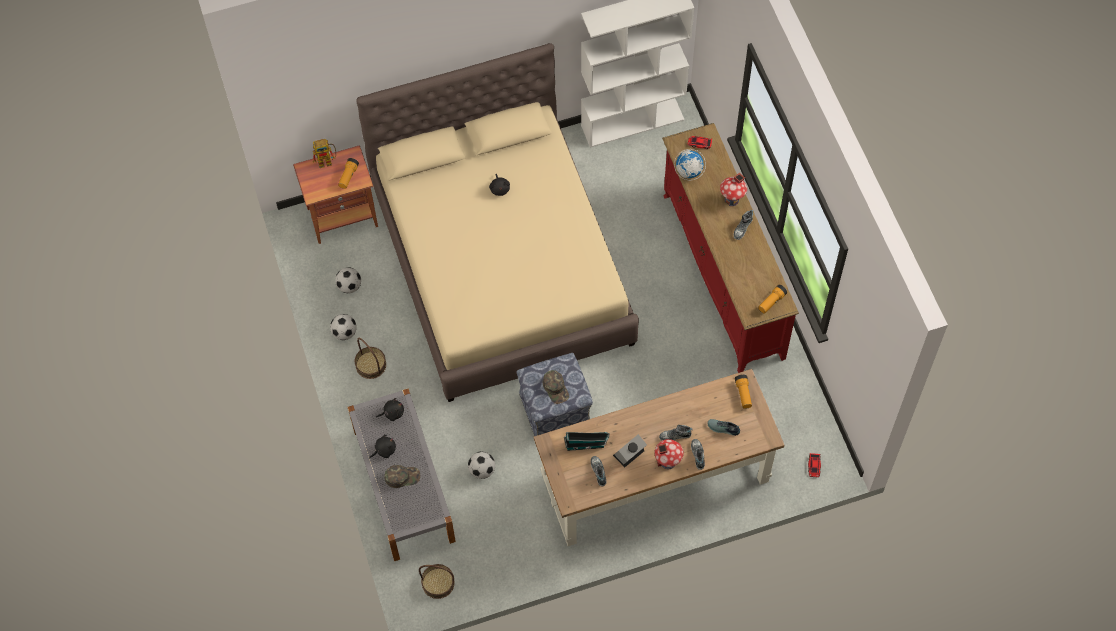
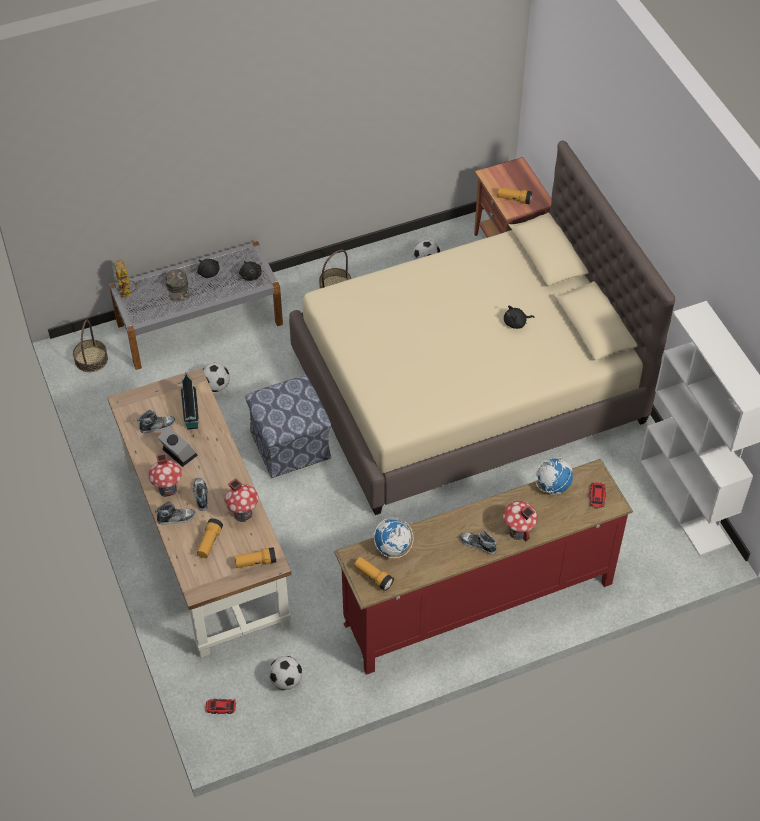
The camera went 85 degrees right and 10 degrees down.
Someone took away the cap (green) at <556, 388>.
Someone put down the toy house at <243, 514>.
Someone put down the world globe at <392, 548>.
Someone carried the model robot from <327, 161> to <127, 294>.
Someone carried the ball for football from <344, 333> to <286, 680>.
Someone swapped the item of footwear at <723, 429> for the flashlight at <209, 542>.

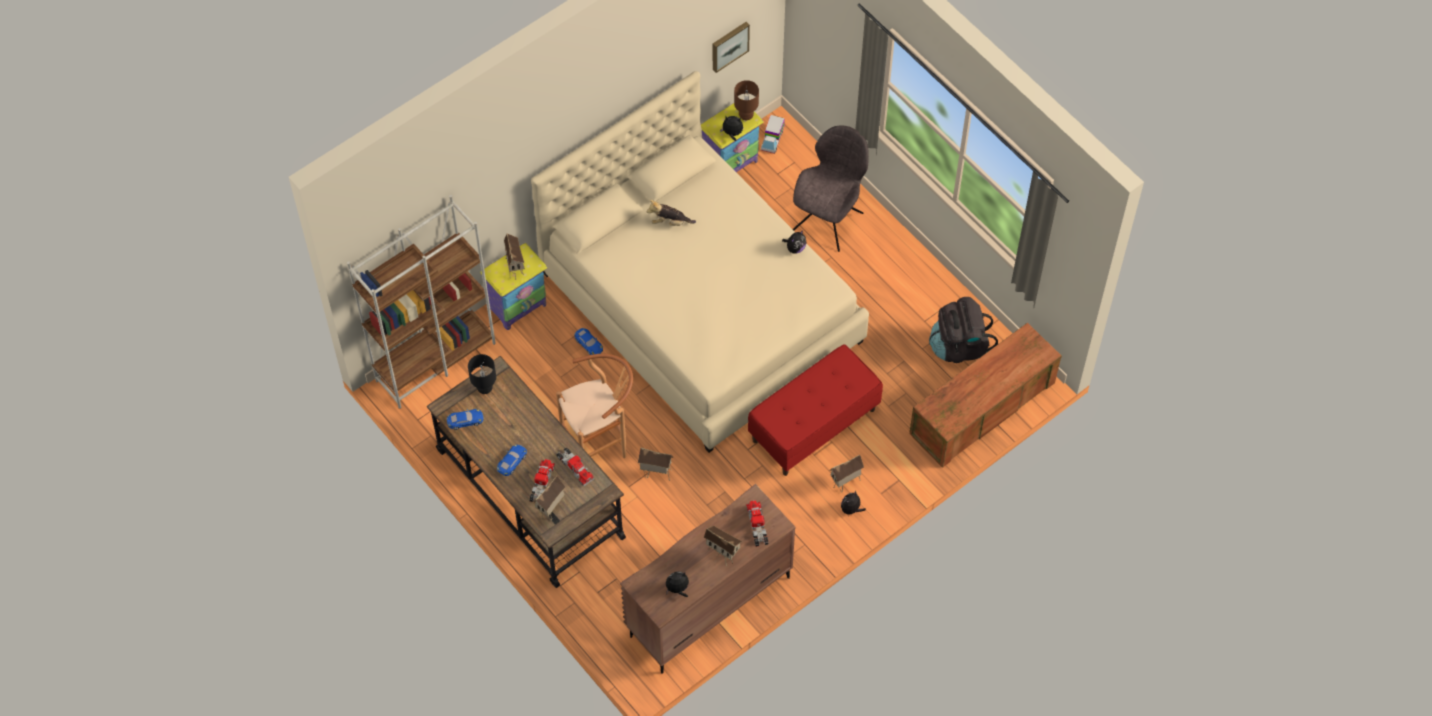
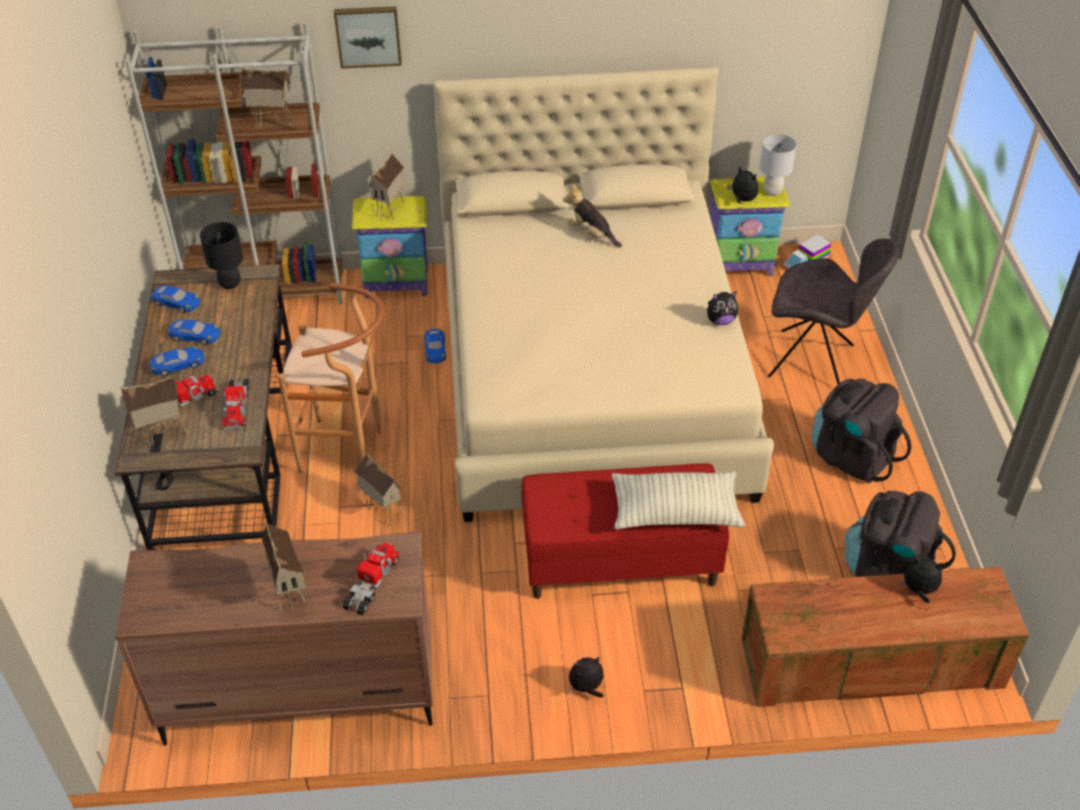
The camera went 35 degrees right and 15 degrees down.
Someone put down the model car (blue) at <195, 335>.
Someone put down the throw pillow at <675, 512>.
Someone put down the rucksack (black) at <852, 456>.
Someone carried the cuddly toy from <677, 589> to <918, 590>.
Someone carried the wall art from <729, 45> to <368, 35>.
Someone carried the toy house from <846, 484> to <272, 124>.
Someone repainted the lamp for a table (brown-coloured) at <745, 116>, which became the lamp for a table (grey) at <771, 191>.
Someone rotated the upright chair (grey) at <829, 219> by 45 degrees clockwise.

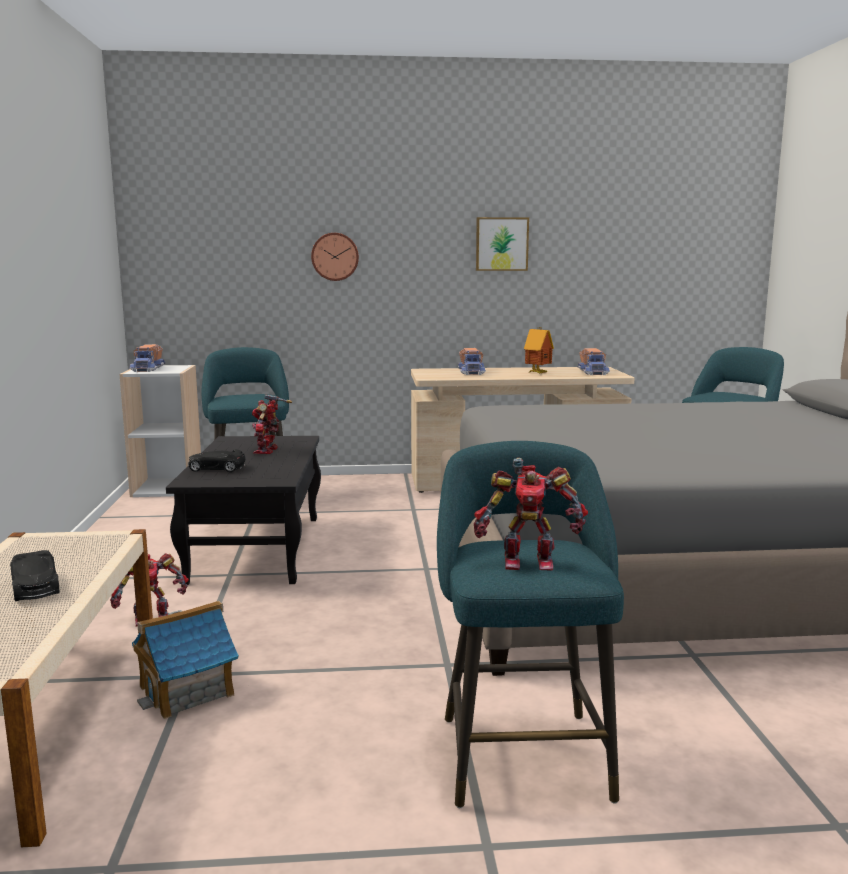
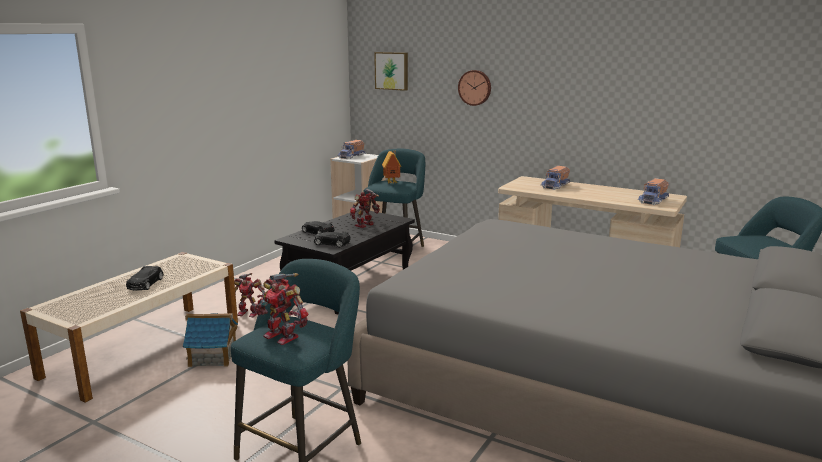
The camera went 35 degrees right and 5 degrees up.
Someone put down the model car (black) at <331, 243>.
Someone carried the wall art from <501, 244> to <392, 71>.
Someone carried the toy house from <538, 373> to <392, 183>.

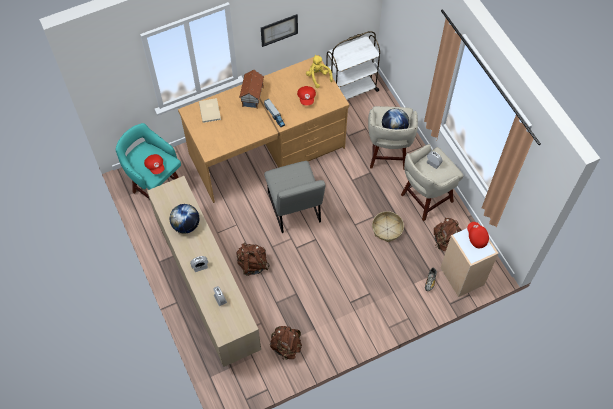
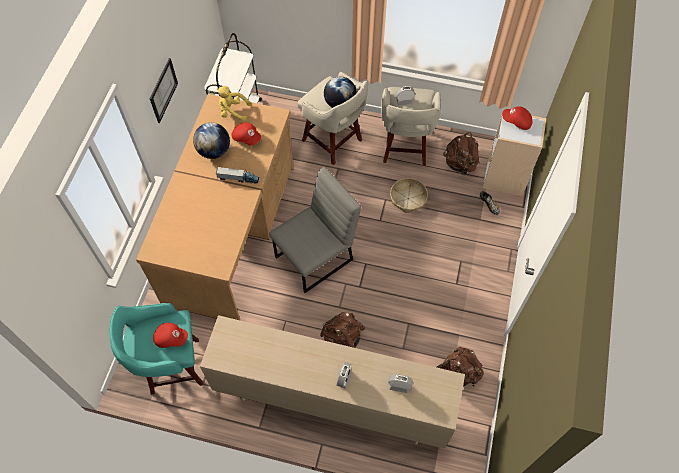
The camera went 50 degrees left and 0 degrees up.
Someone took away the book (beige) at <210, 110>.
Someone took away the toy house at <253, 97>.
Someone carried the world globe from <186, 225> to <214, 151>.
Someone rotated the upright chair (grey) at <294, 208> by 60 degrees counterclockwise.

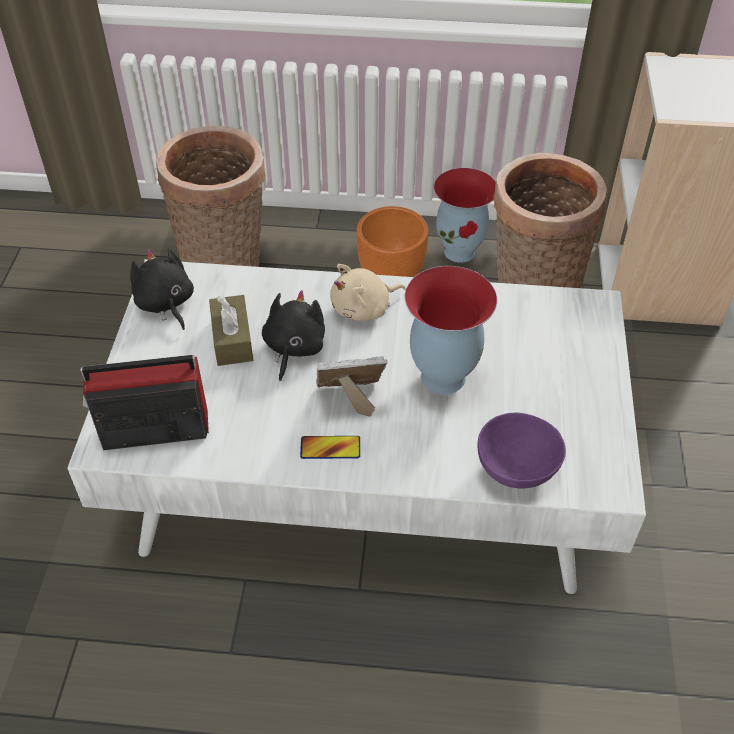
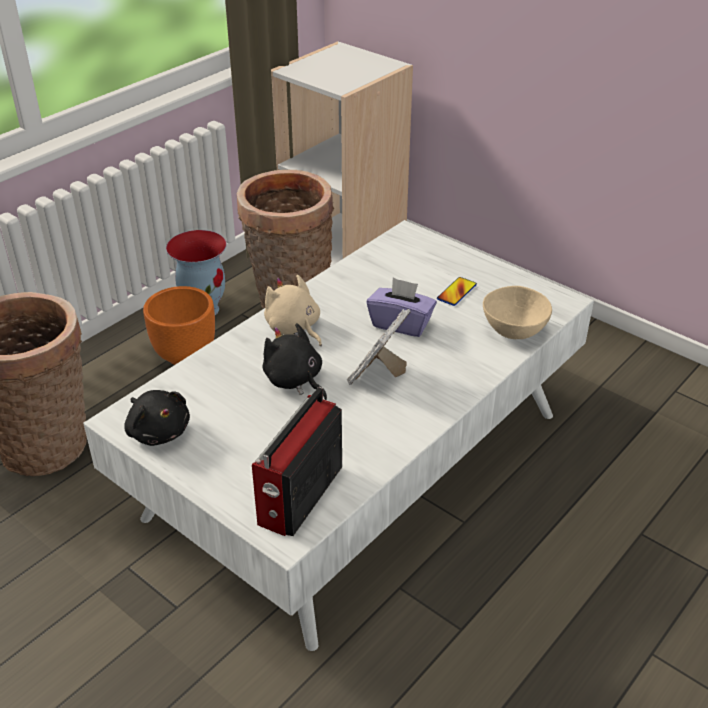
The camera went 55 degrees left and 10 degrees down.
Someone took away the tissue box (brown-coloured) at <232, 339>.
Someone carried the handset from <330, 448> to <456, 292>.
Someone swapped the flower vase at <441, 376> for the tissue box (purplish) at <401, 324>.
Someone repainted the bowl (purplish) at <514, 469>, which became the bowl (beige) at <513, 331>.
Someone rotated the cuddly toy (black) at <165, 304> by 135 degrees counterclockwise.
Someone rotated the cuddly toy (beige) at <364, 308> by 135 degrees clockwise.

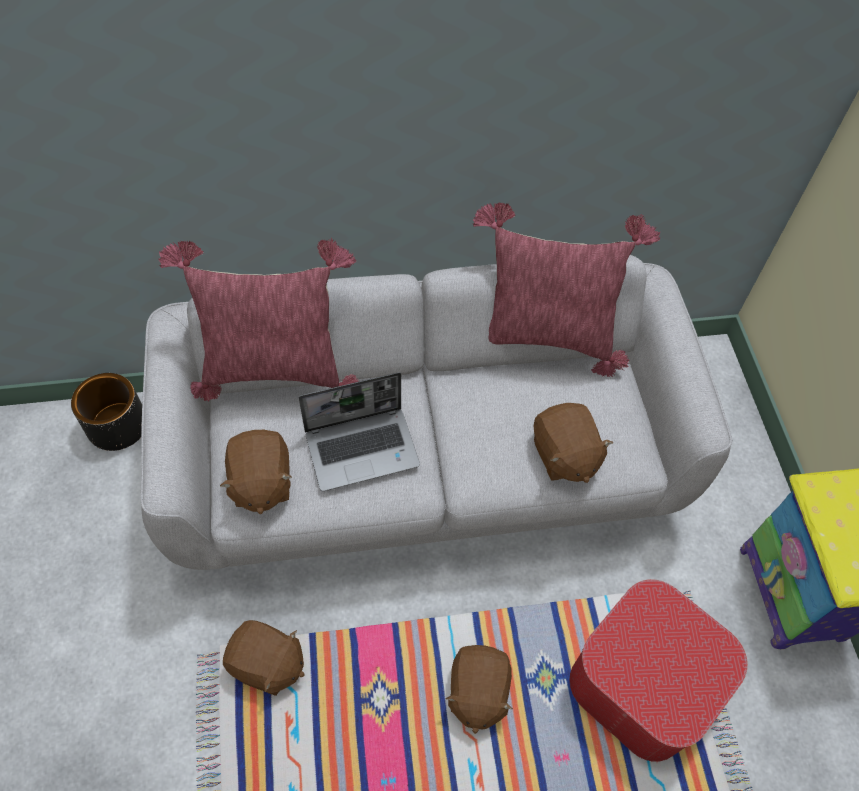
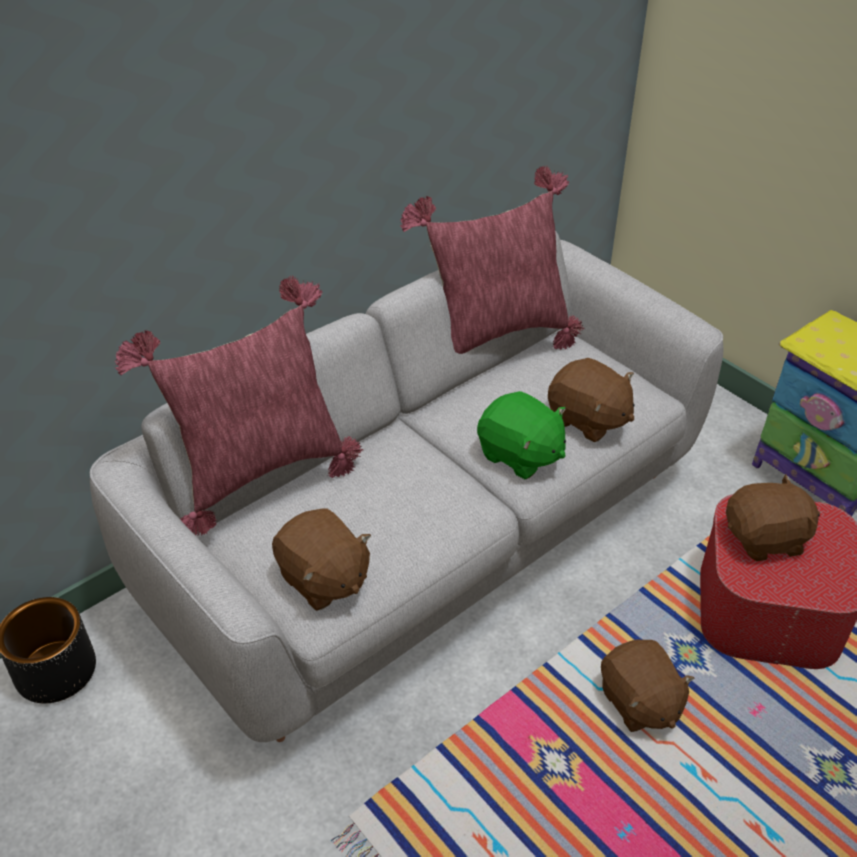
The camera went 30 degrees left and 15 degrees down.
Someone took away the notebook computer at <363, 448>.
Someone put down the cuddly toy (green) at <520, 455>.
Someone carried the cuddly toy (brown-coloured) from <267, 665> to <765, 539>.

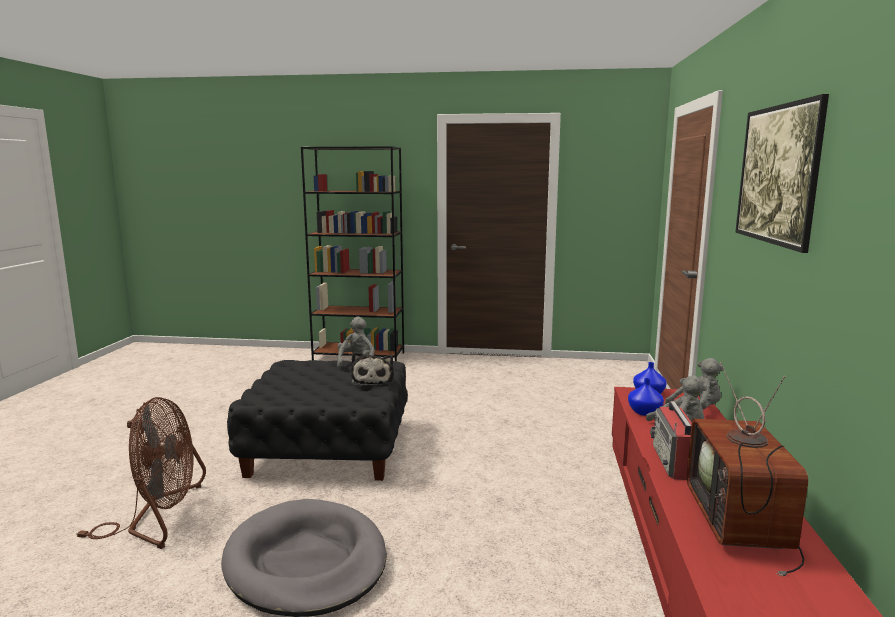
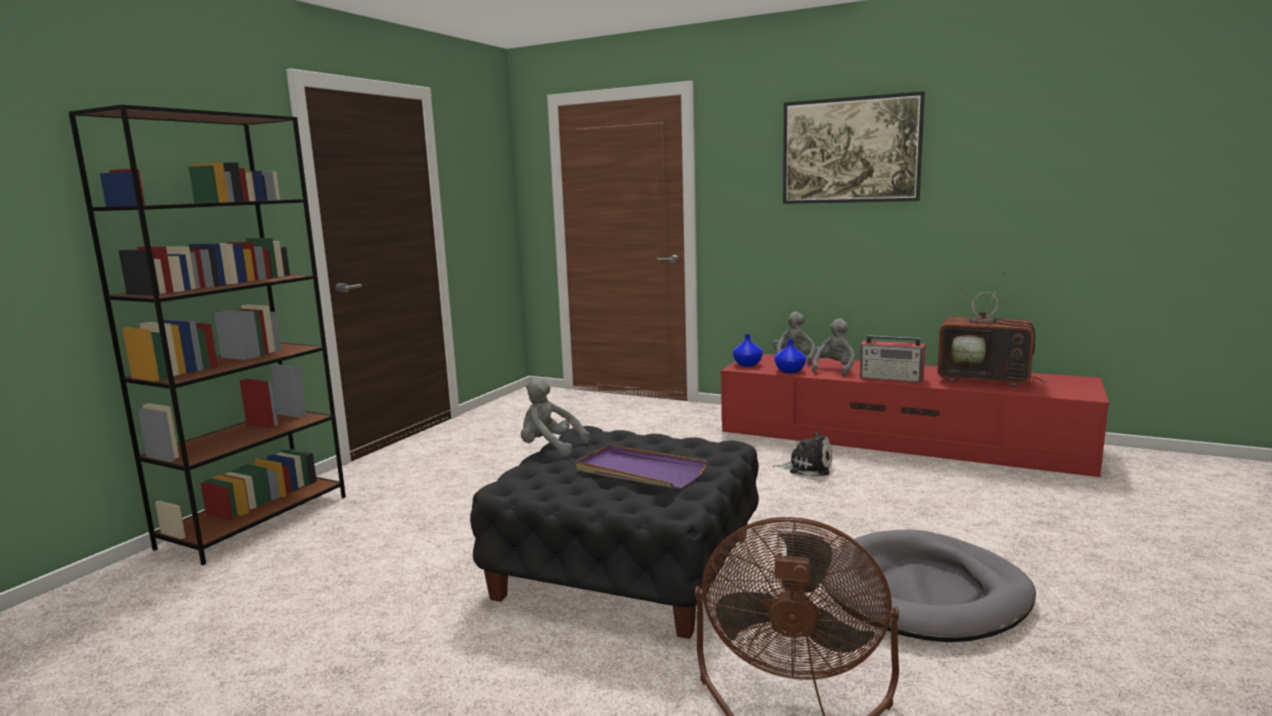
The camera went 70 degrees left and 0 degrees up.
Someone put down the carrying tray (purplish) at <639, 471>.
Someone carried the cuddly toy from <373, 380> to <807, 467>.

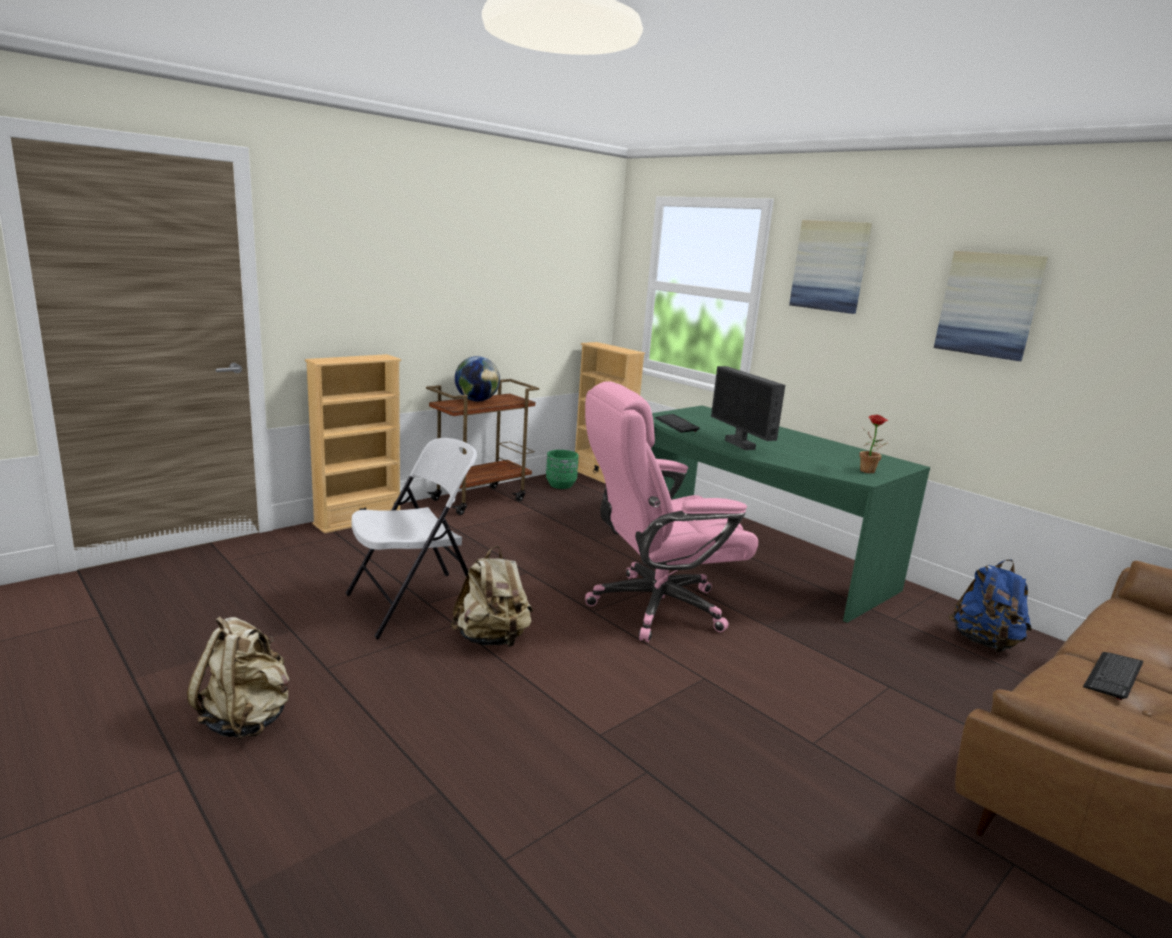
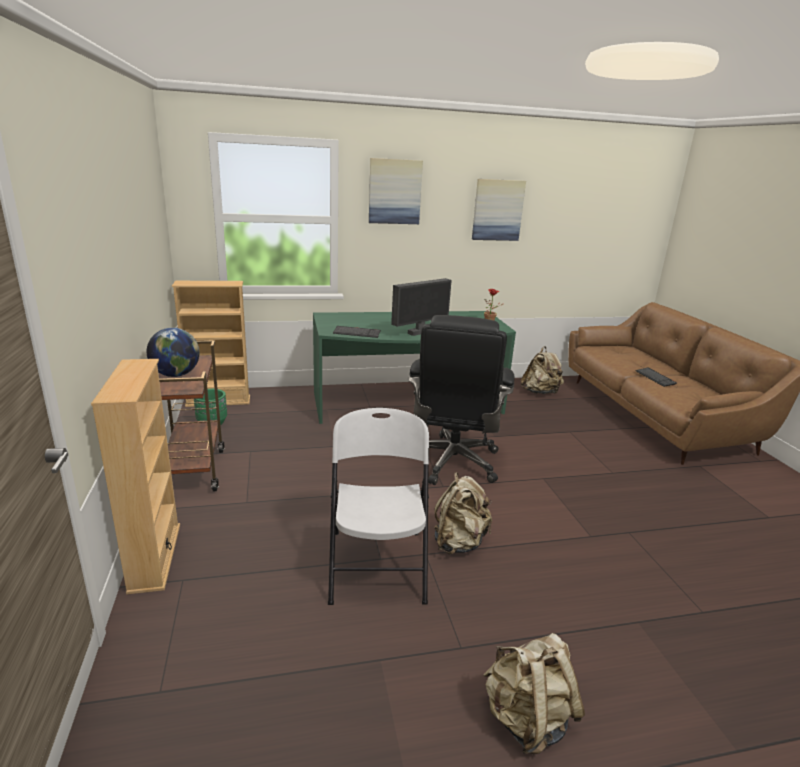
The camera went 60 degrees left and 5 degrees up.
Someone repainted the computer chair (pink) at <657, 607>, which became the computer chair (black) at <452, 461>.
Someone repainted the rucksack (blue) at <985, 643>, which became the rucksack (beige) at <540, 392>.
Someone rotated the monitor at <741, 444> by 45 degrees counterclockwise.

